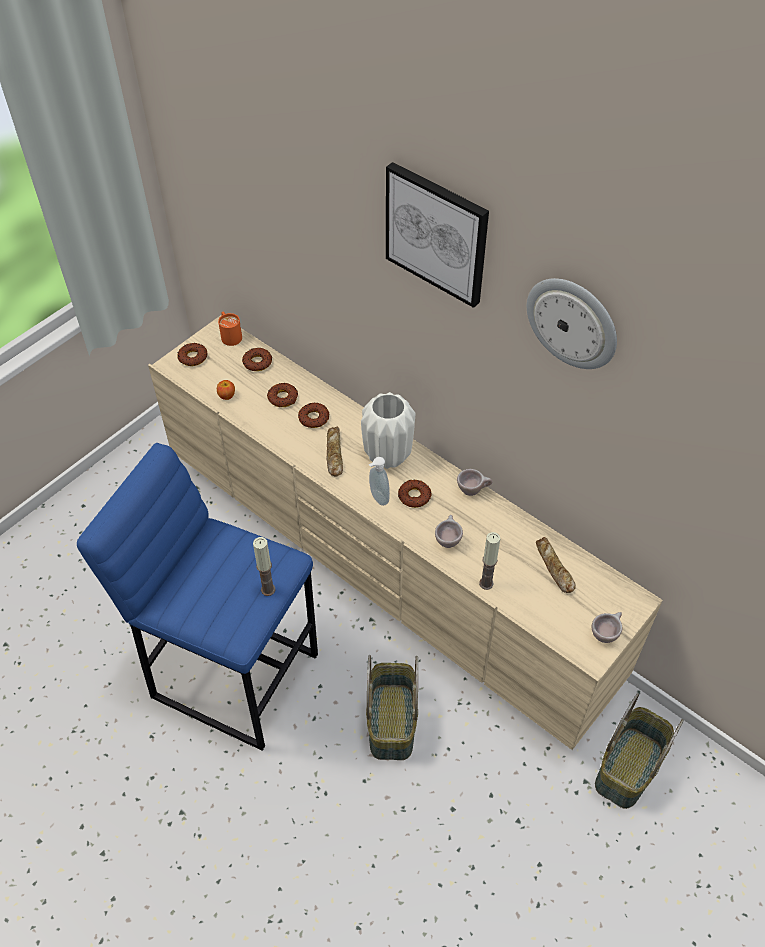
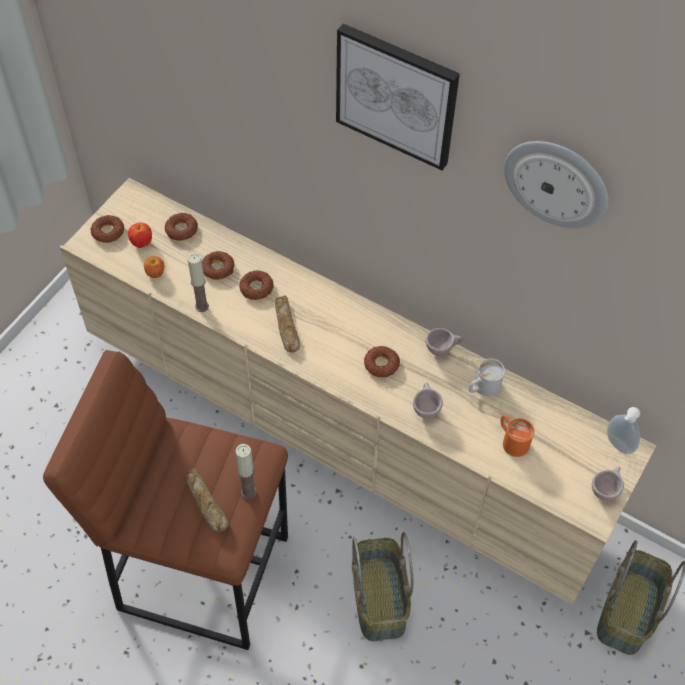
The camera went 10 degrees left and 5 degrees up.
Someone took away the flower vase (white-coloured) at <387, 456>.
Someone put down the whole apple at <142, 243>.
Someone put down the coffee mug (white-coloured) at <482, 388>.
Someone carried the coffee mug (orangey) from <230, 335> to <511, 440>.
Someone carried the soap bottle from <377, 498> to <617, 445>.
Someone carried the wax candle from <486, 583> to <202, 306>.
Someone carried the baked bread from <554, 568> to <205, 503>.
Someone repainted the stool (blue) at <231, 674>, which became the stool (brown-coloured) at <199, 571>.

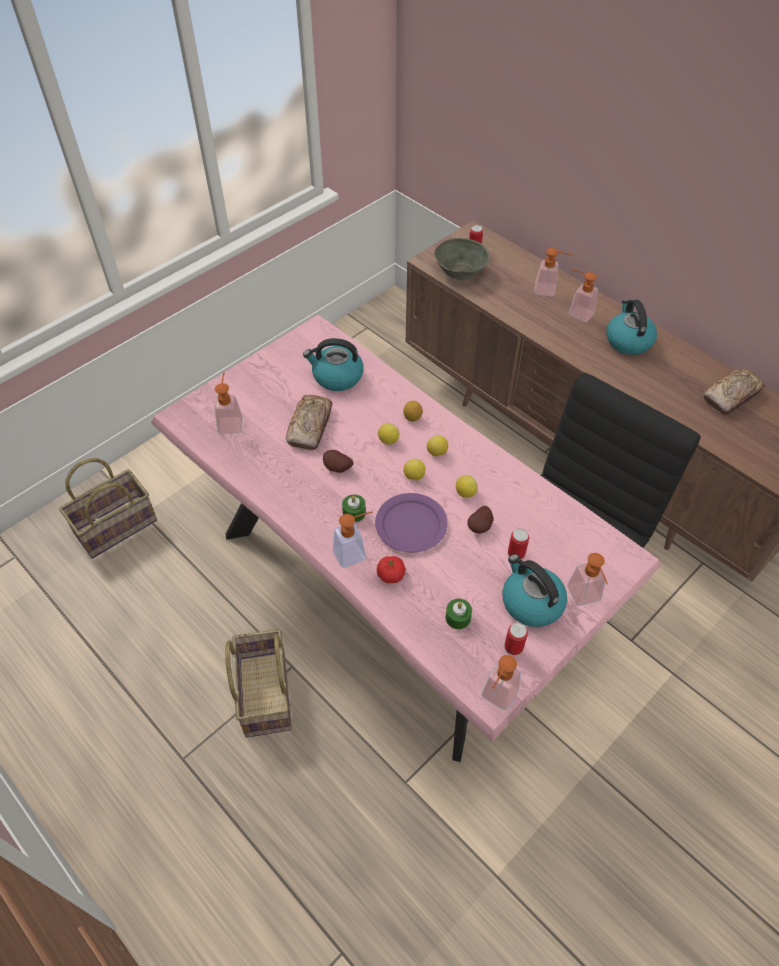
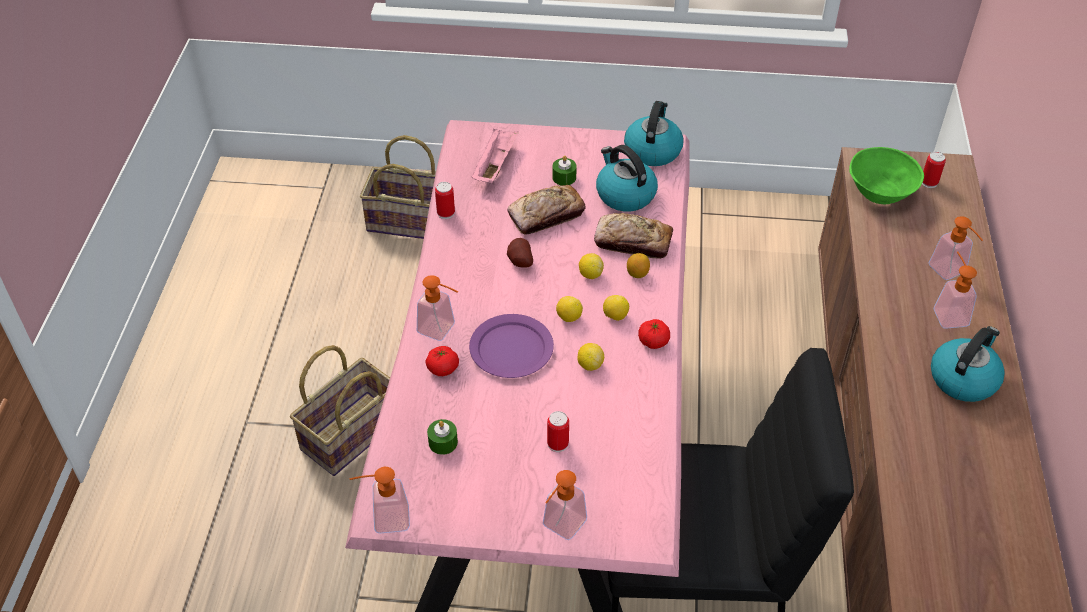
The camera went 50 degrees right and 5 degrees down.
Someone took away the potato at <481, 527>.
Someone put down the fresh tomato at <653, 341>.
Someone carried the wax candle (green) from <354, 512> to <564, 177>.
Someone carried the water kettle from <531, 602> to <652, 150>.
Someone carried the sealed can from <513, 647> to <446, 213>.
Someone carried the baked bread from <731, 396> to <633, 242>.
Someone swapped the soap bottle at <230, 421> for the carrying tray (pink) at <495, 165>.
Someone repainted the bowl (grey) at <459, 272>, which became the bowl (green) at <879, 192>.

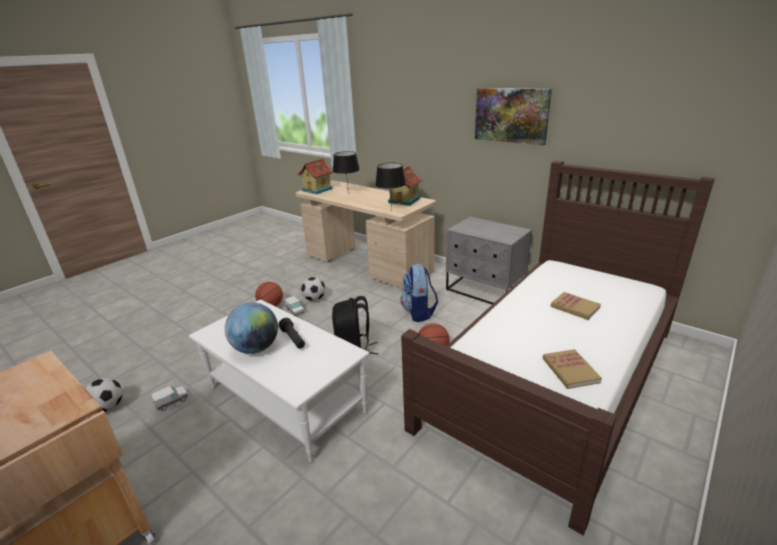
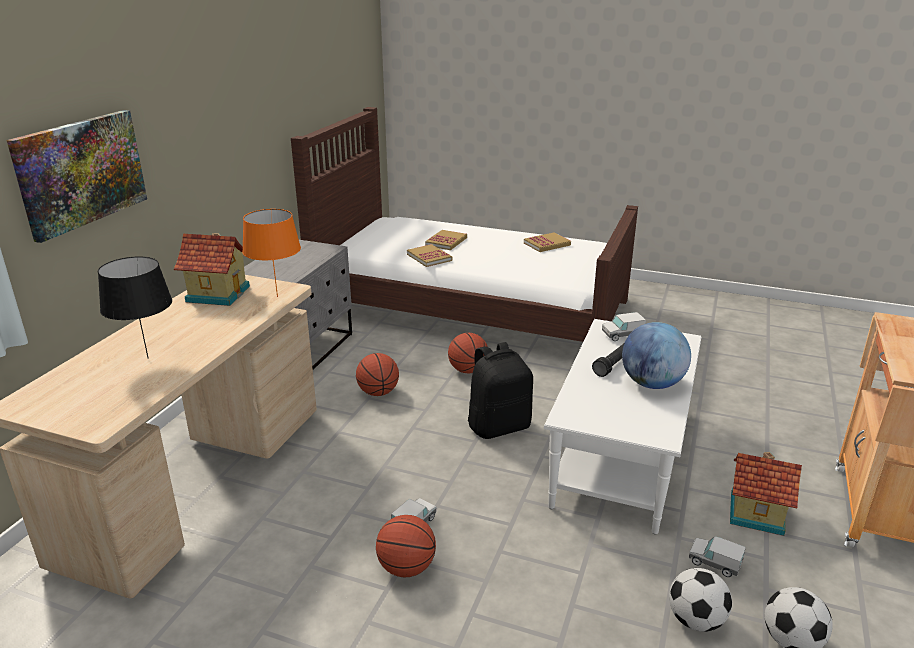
The camera went 110 degrees left and 0 degrees up.
Someone put down the book at <429, 257>.
Someone put down the toy truck at <622, 335>.
Someone carried the toy house from <318, 190> to <756, 512>.
Someone carried the ball for football from <314, 299> to <695, 620>.
Someone carried the wall art from <511, 115> to <81, 172>.
Someone swapped the rucksack at <419, 312> for the ball for basketball at <378, 392>.
Someone repainted the lamp for a table (black) at <391, 210>, which became the lamp for a table (orangey) at <278, 296>.

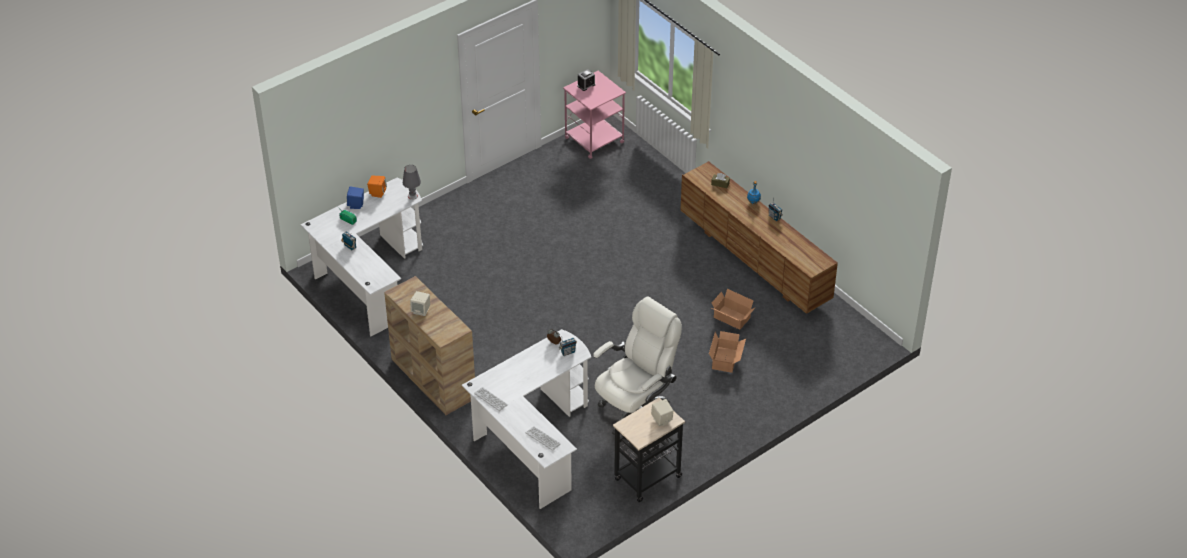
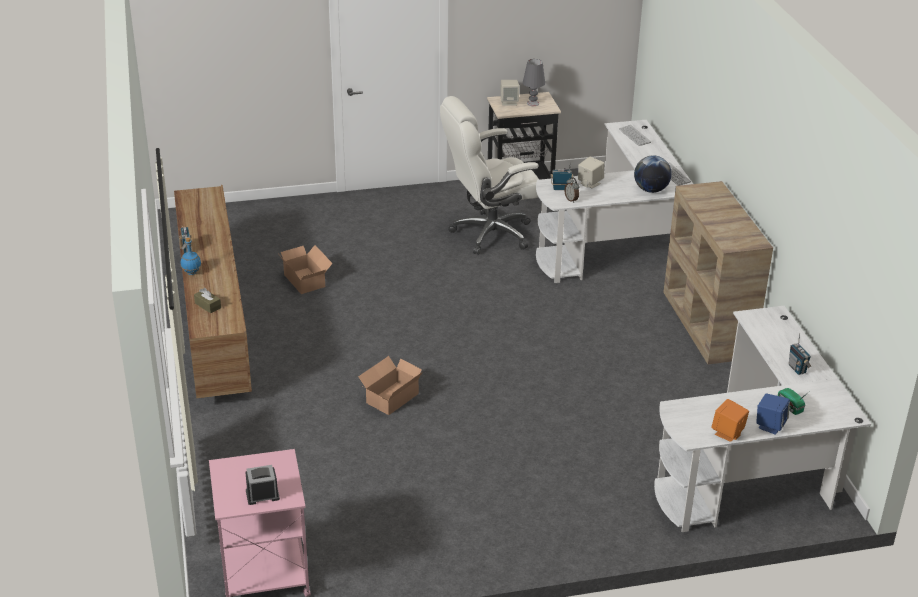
The camera went 155 degrees left and 10 degrees down.
Someone put down the world globe at <651, 190>.
Someone carried the lamp for a table (grey) from <412, 196> to <533, 103>.
Someone carried the loudspeaker (beige) from <421, 310> to <589, 183>.
Someone carried the cardboard box from <726, 359> to <390, 398>.

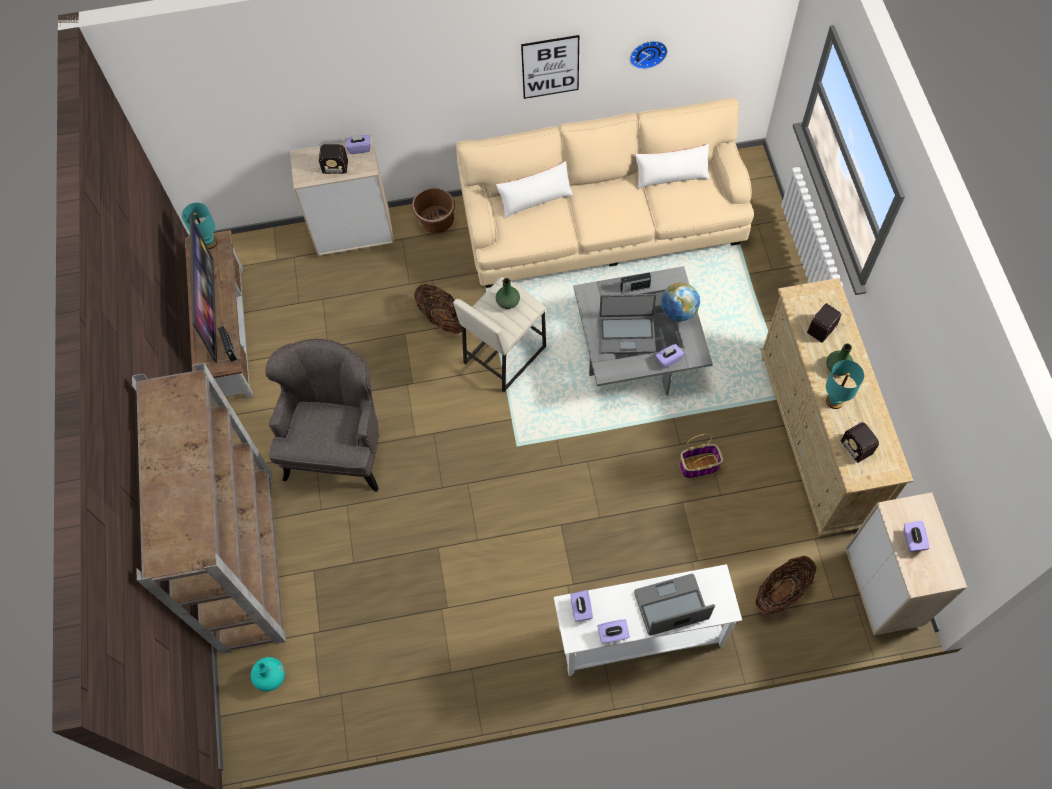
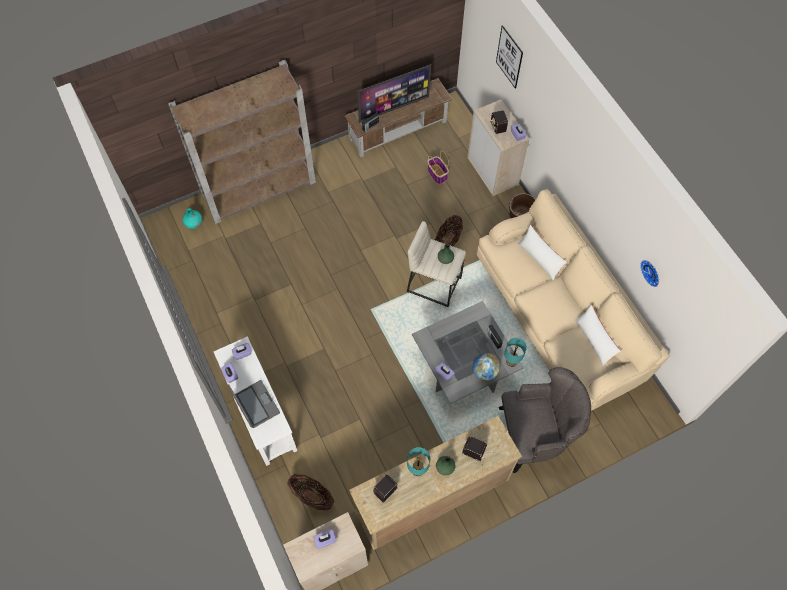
The camera went 70 degrees right and 0 degrees up.
Someone took away the notebook computer at <627, 334>.
Someone carried the lamp for a table (turquoise-coloured) from <210, 242> to <511, 361>.
Someone carried the easy chair (grey) from <338, 447> to <534, 434>.
Someone carried the wall art from <550, 67> to <509, 57>.
Someone carried the household basket from <699, 465> to <437, 174>.

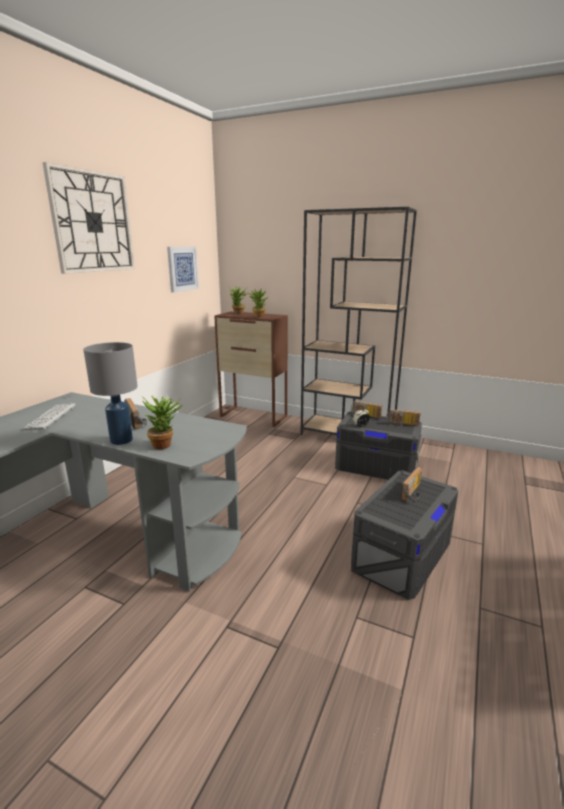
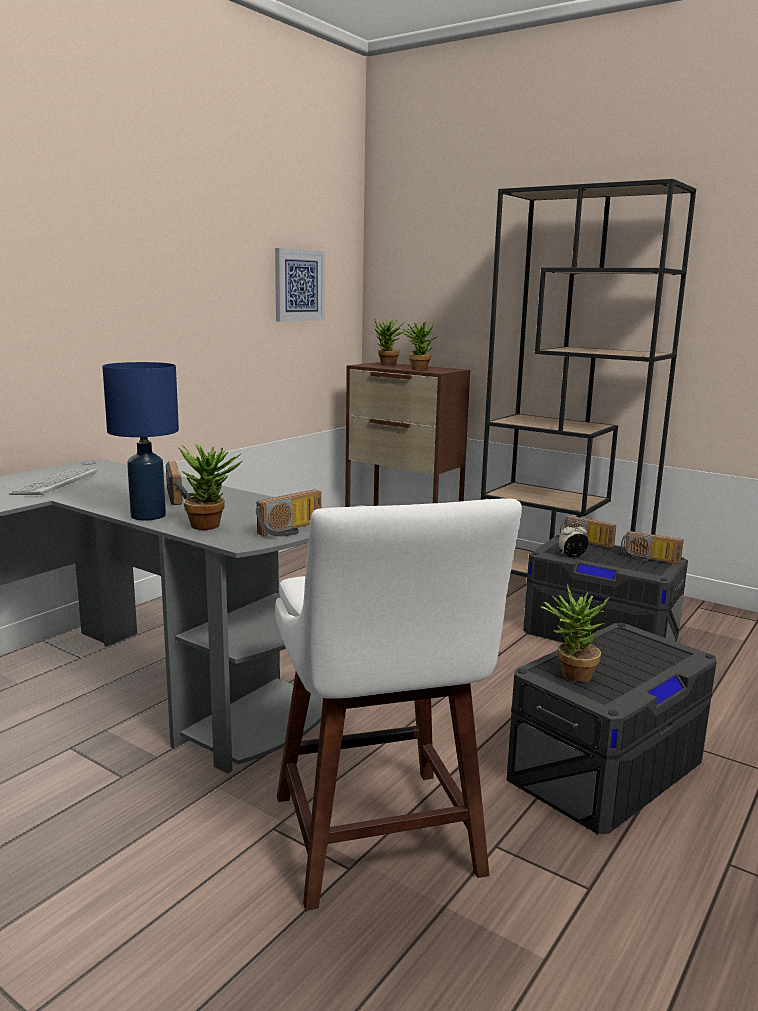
The camera went 10 degrees right and 5 degrees down.
Someone took away the hanging clock at <93, 222>.
Someone put down the stool (white-coloured) at <377, 841>.
Someone put down the houseplant at <570, 675>.
Someone carried the radio receiver from <413, 493> to <292, 530>.
Someone repainted the lamp for a table (grey) at <122, 440>, which became the lamp for a table (blue) at <149, 516>.

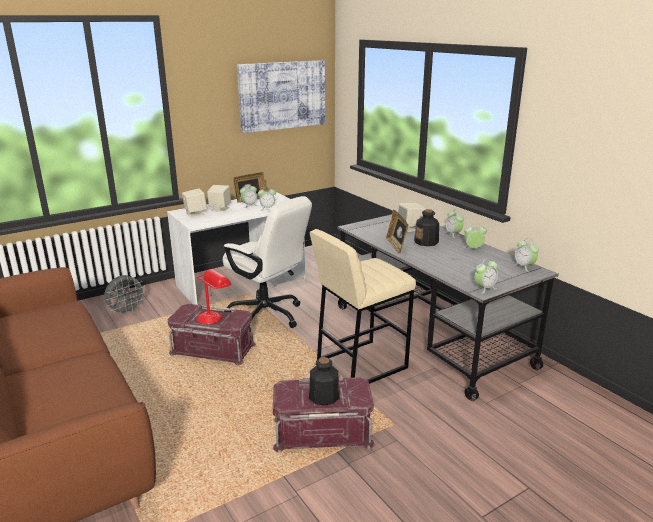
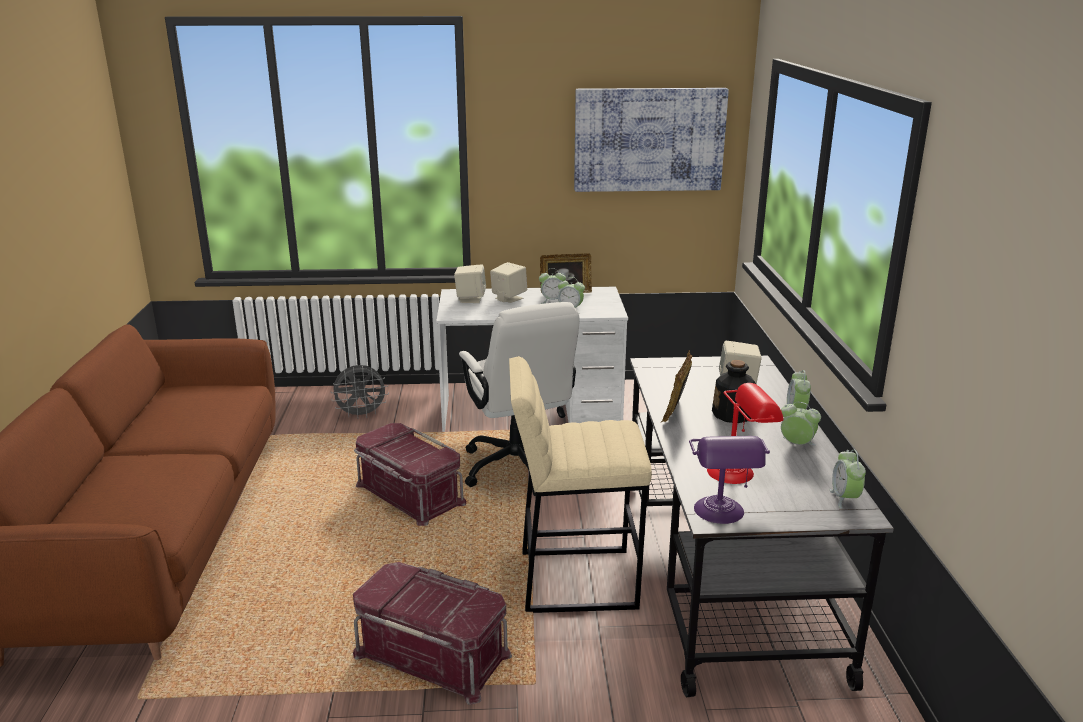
The camera went 30 degrees right and 0 degrees up.
Someone took away the drink bottle at <323, 396>.
Someone carried the lamp for a table (red) from <213, 316> to <739, 470>.
Someone swapped the alarm clock at <484, 288> for the lamp for a table (purplish) at <722, 516>.

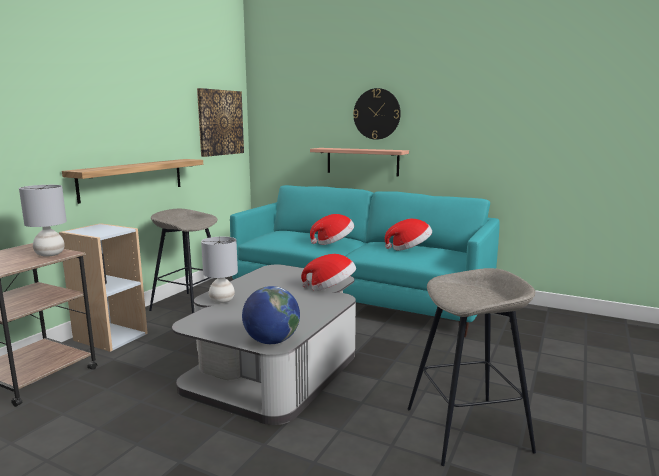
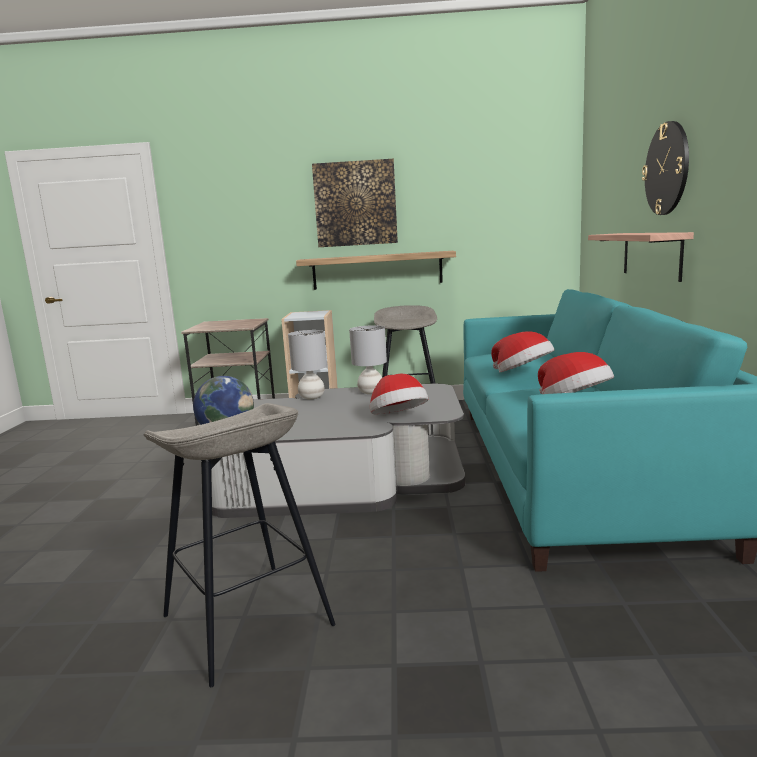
The camera went 65 degrees right and 0 degrees up.
Someone carried the lamp for a table (grey) from <49, 254> to <371, 392>.
Someone carried the wall art from <220, 122> to <355, 204>.

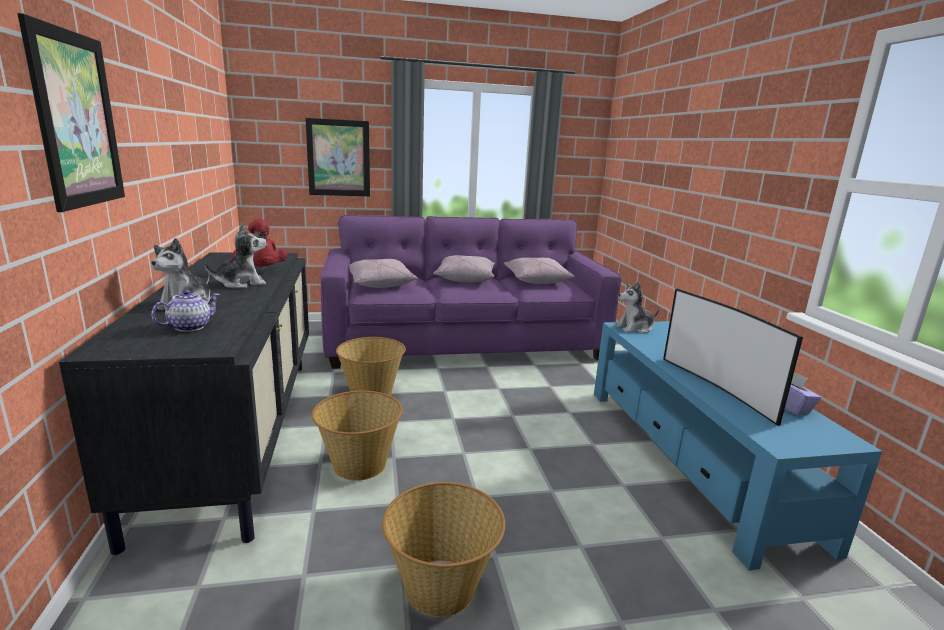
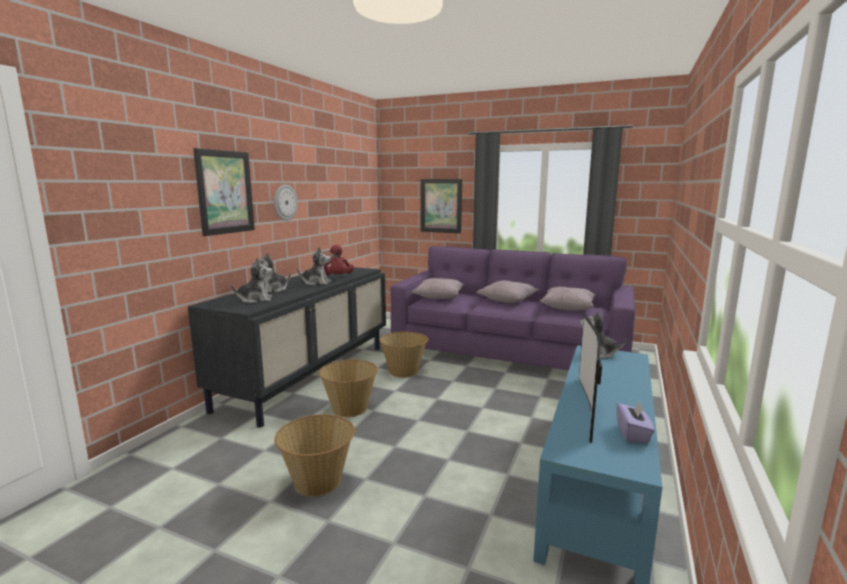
The camera went 35 degrees right and 5 degrees down.
Someone put up the hanging clock at <284, 202>.
Someone swapped the teapot at <190, 327> for the cuddly toy at <255, 300>.

